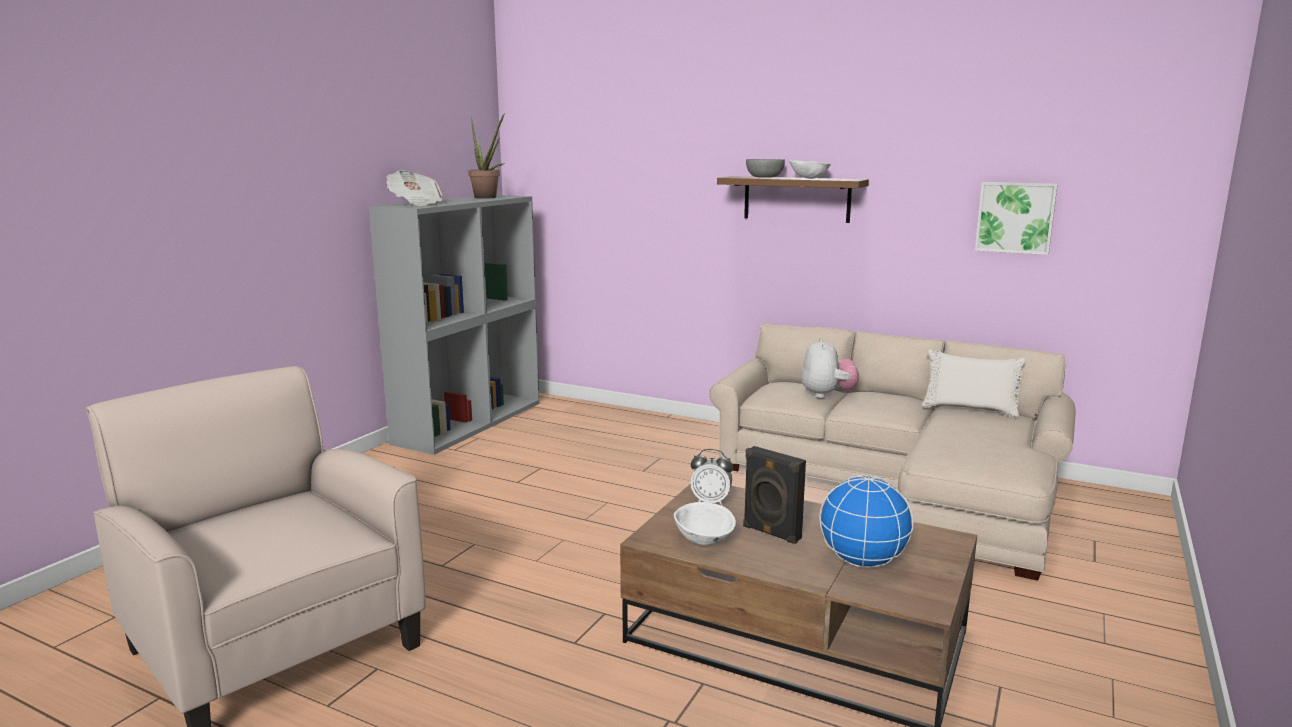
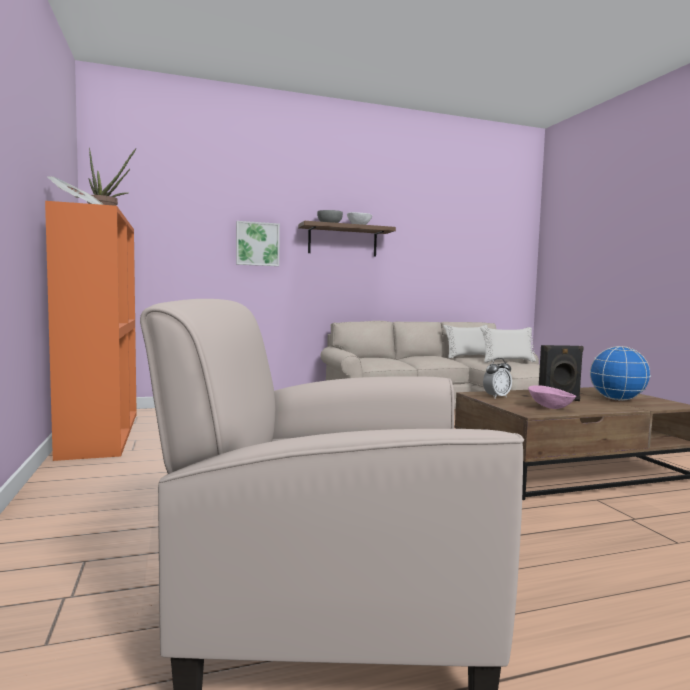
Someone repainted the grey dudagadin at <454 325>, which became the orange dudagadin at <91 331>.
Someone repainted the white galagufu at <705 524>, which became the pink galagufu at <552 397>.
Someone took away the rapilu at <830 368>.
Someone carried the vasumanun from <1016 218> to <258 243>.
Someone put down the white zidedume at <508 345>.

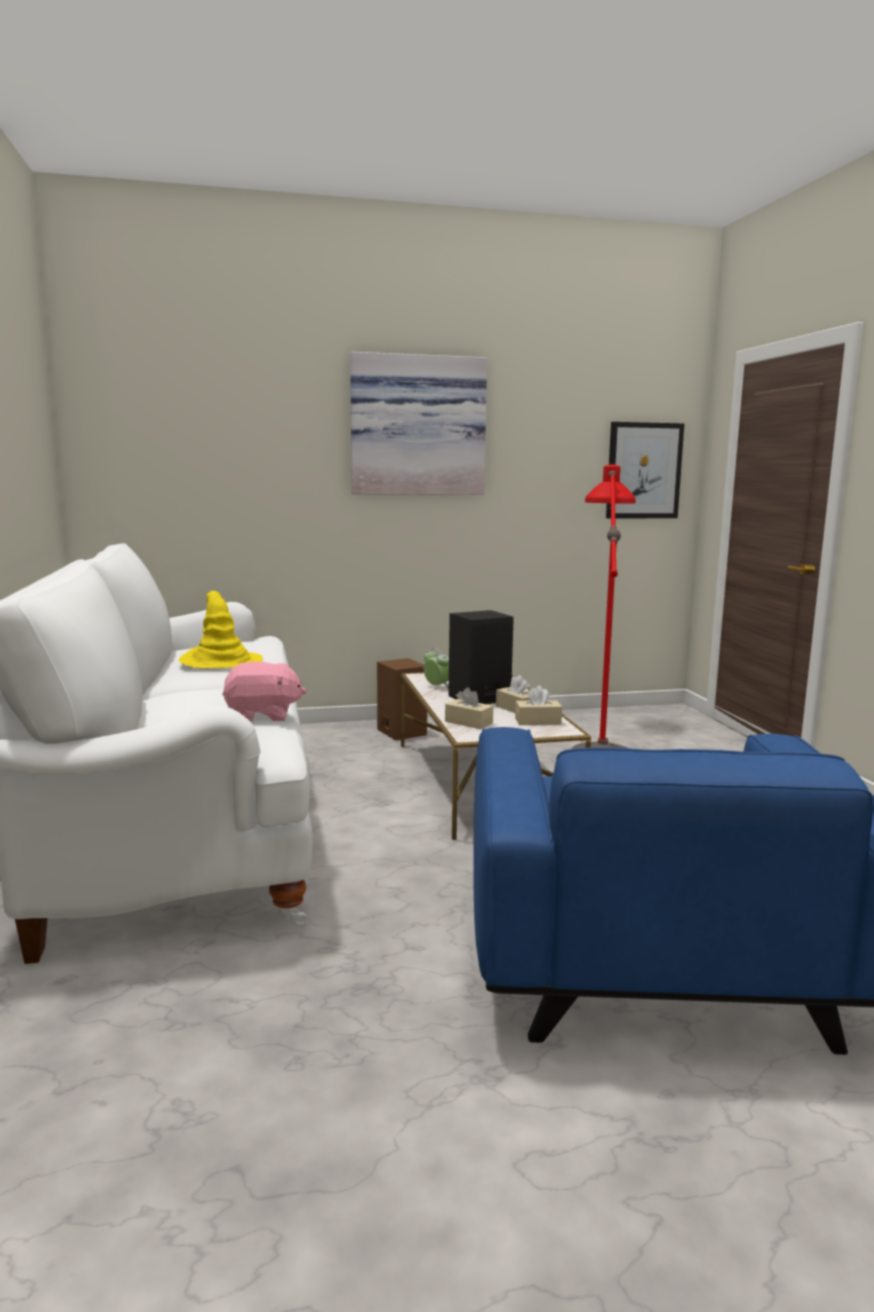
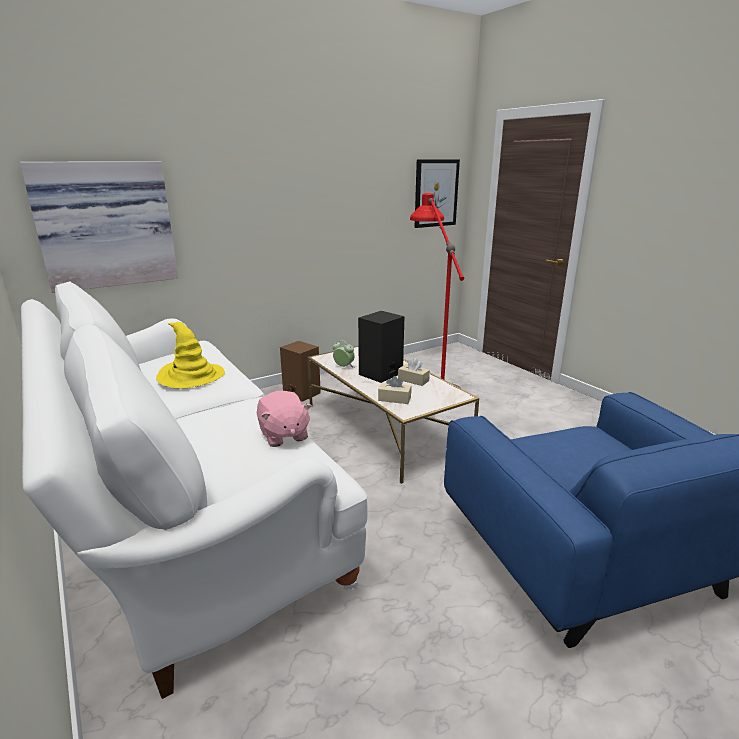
Someone rotated the pink rapilu at <264 691> by 90 degrees clockwise.
Someone carried the vasumanun from <418 423> to <99 227>.
Someone took away the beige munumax at <538 705>.

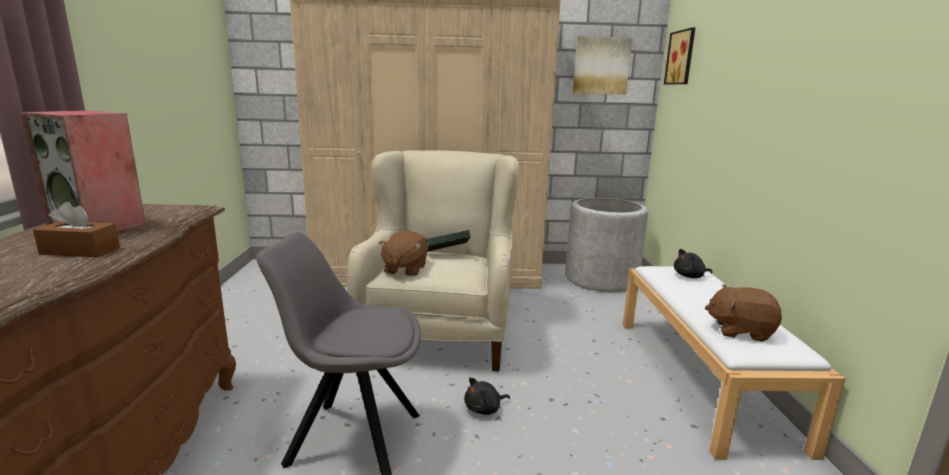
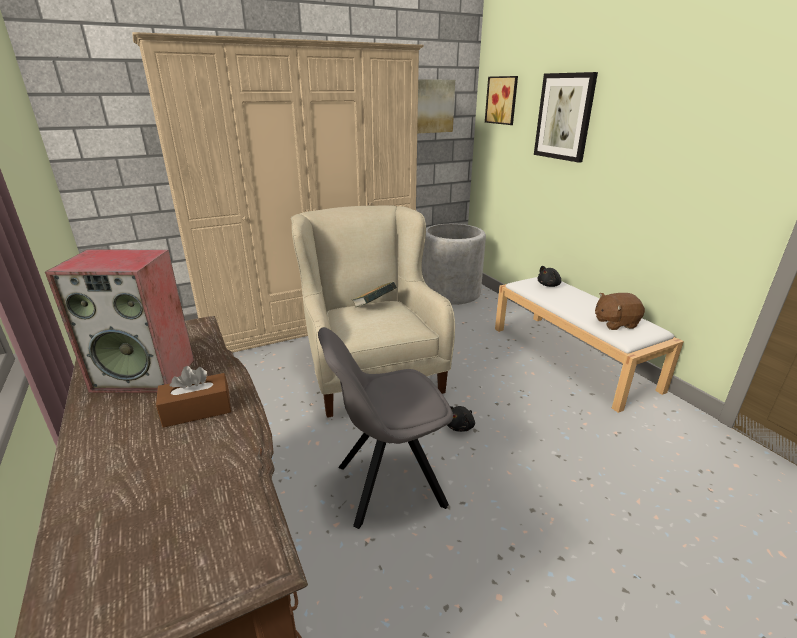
Someone took away the brown rapilu at <403 253>.
Someone put up the vasumanun at <566 117>.

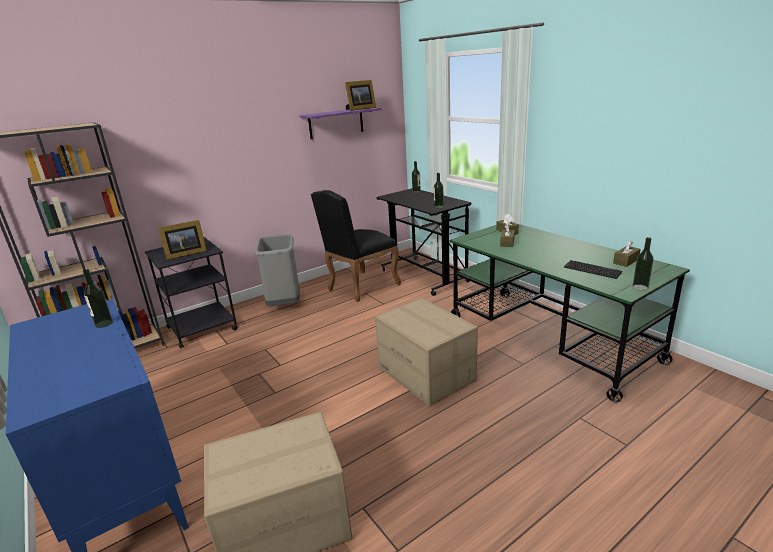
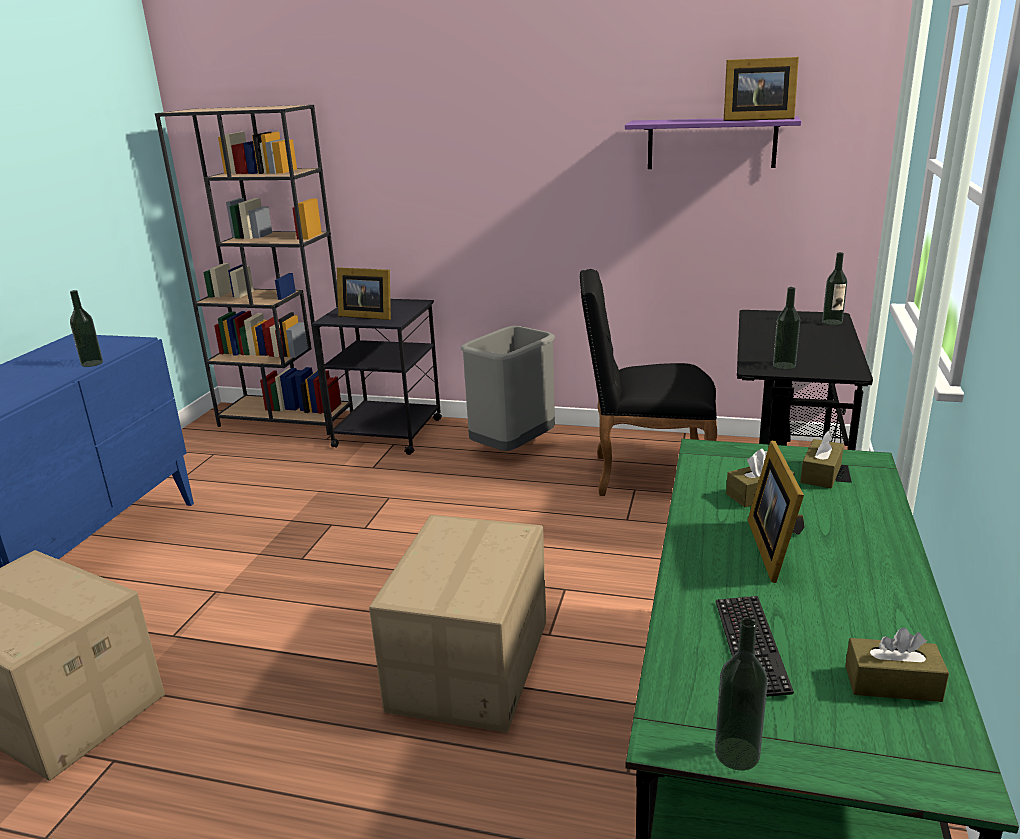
Someone put down the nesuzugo at <776 512>.

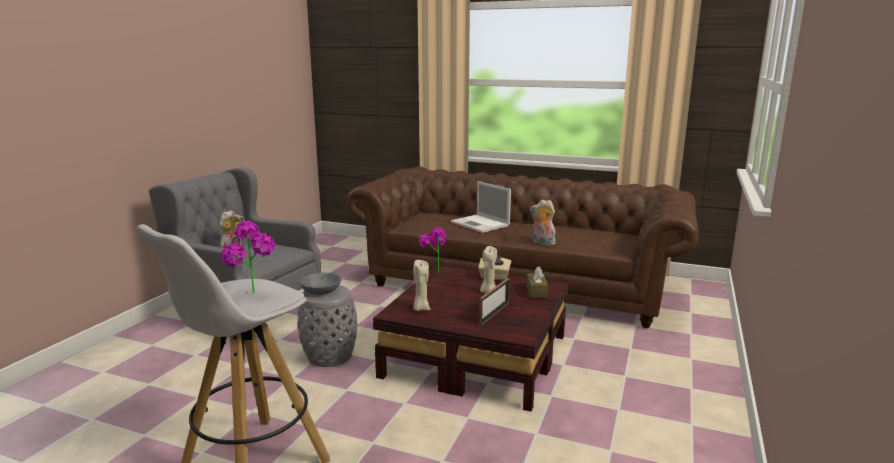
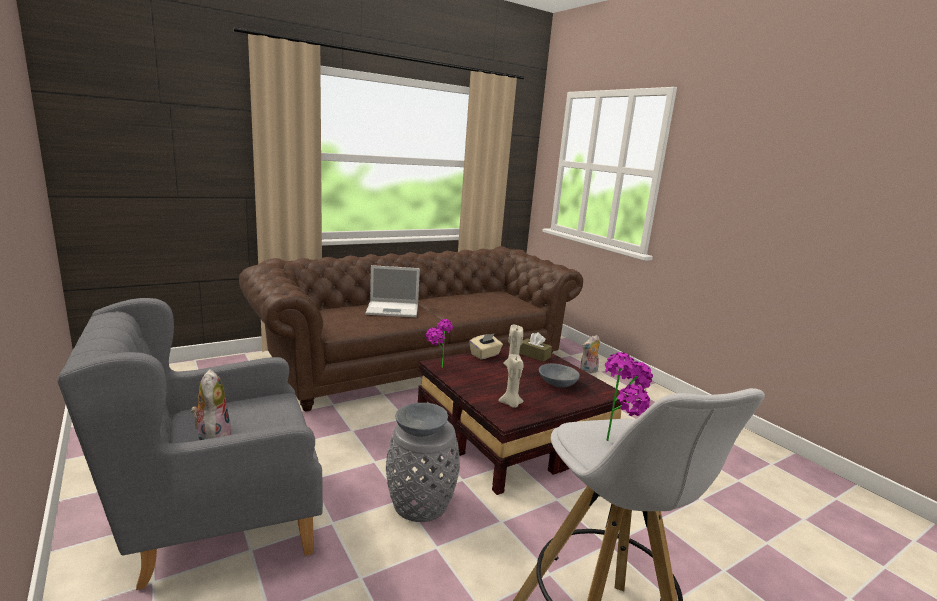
Someone swapped the nesuzugo at <494 301> for the grey galagufu at <559 375>.
Someone carried the rapilu from <543 222> to <590 354>.

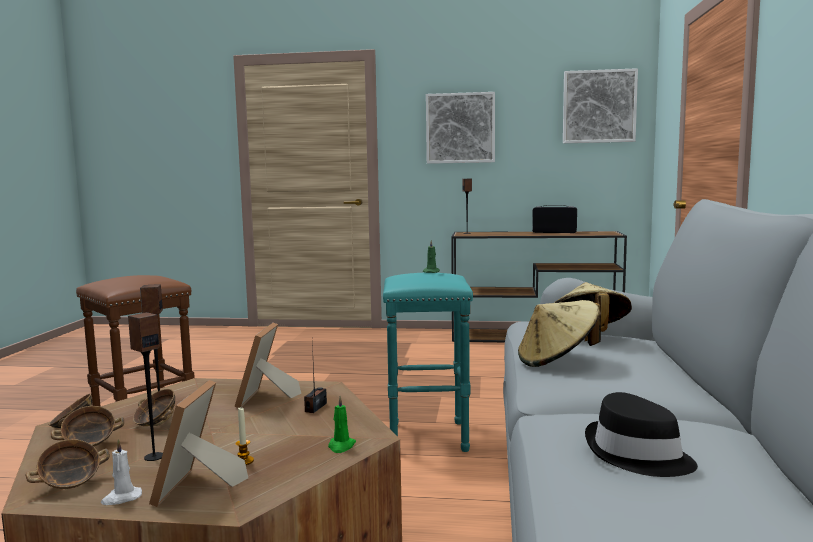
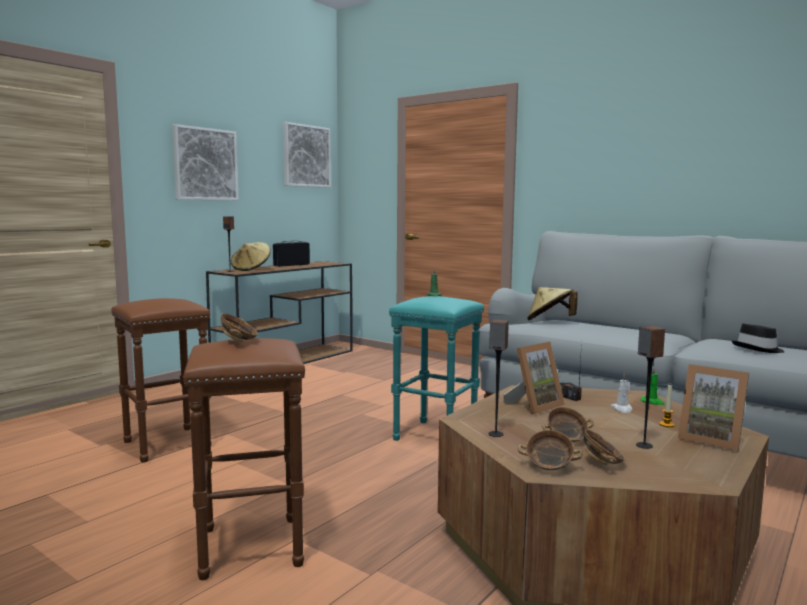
Someone carried the galagufu from <67 464> to <239 327>.
Someone carried the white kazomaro from <121 472> to <621 393>.
Someone rotated the nesuzugo at <267 365> by 75 degrees counterclockwise.
Someone carried the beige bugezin from <559 333> to <251 256>.
Someone put down the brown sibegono at <161 380>.

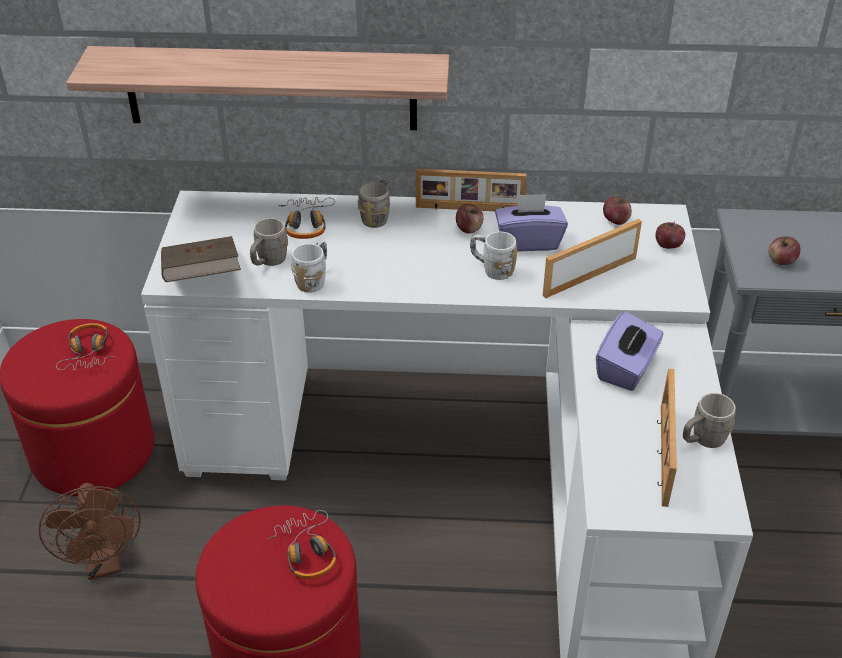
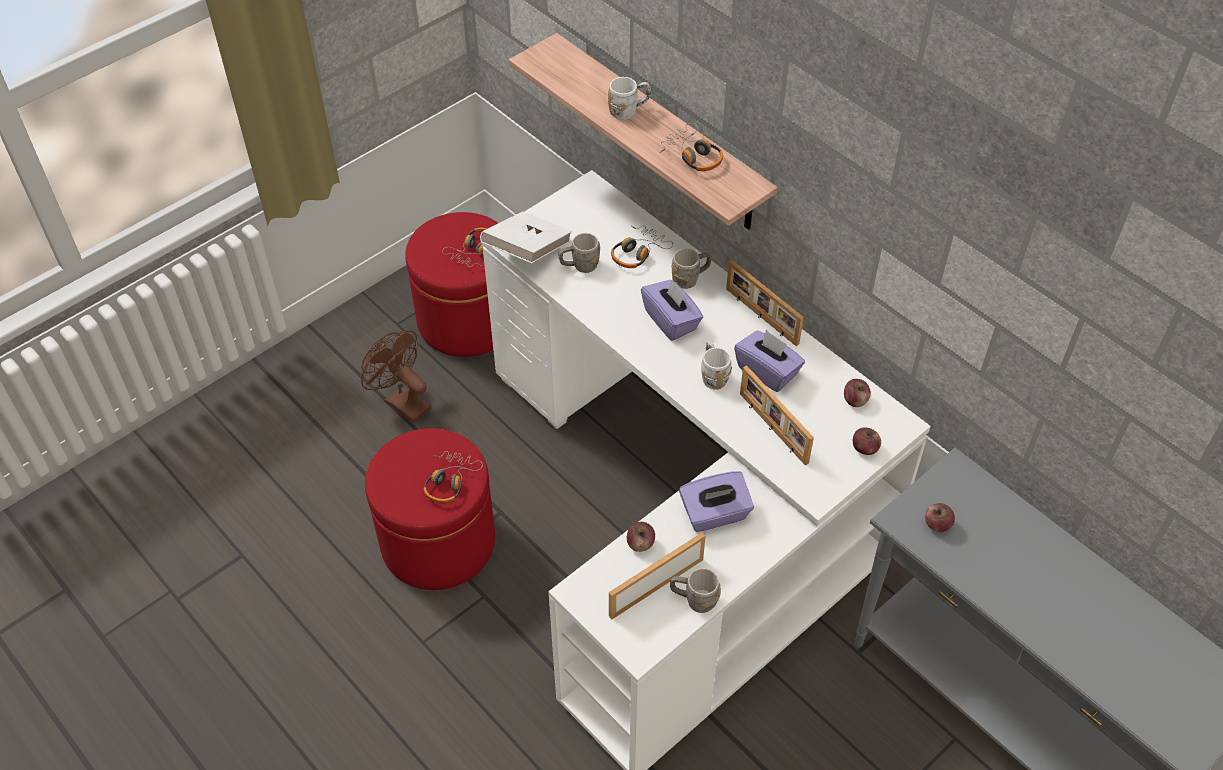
Someone rotated the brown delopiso at <90 531> by 105 degrees clockwise.
Someone repainted the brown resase at <201 259>, which became the white resase at <526 237>.
Someone carried the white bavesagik from <309 267> to <629 98>.
Someone carried the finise from <470 219> to <641 537>.
Someone rotated the nesuzugo at <592 258> by 135 degrees counterclockwise.
Someone put down the purple munumax at <672 310>.
Someone put down the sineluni at <691 147>.

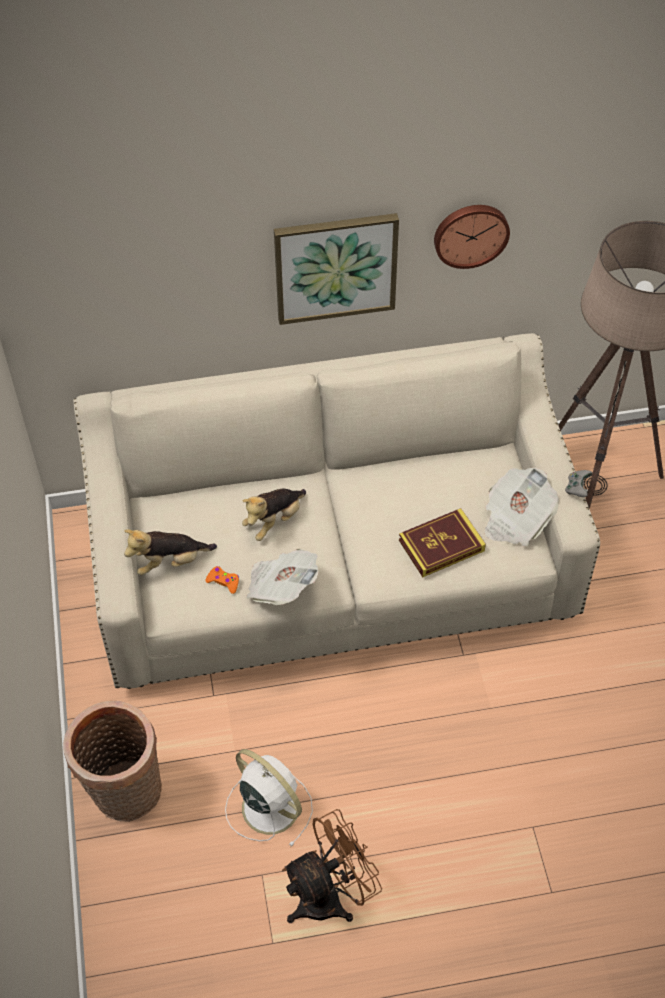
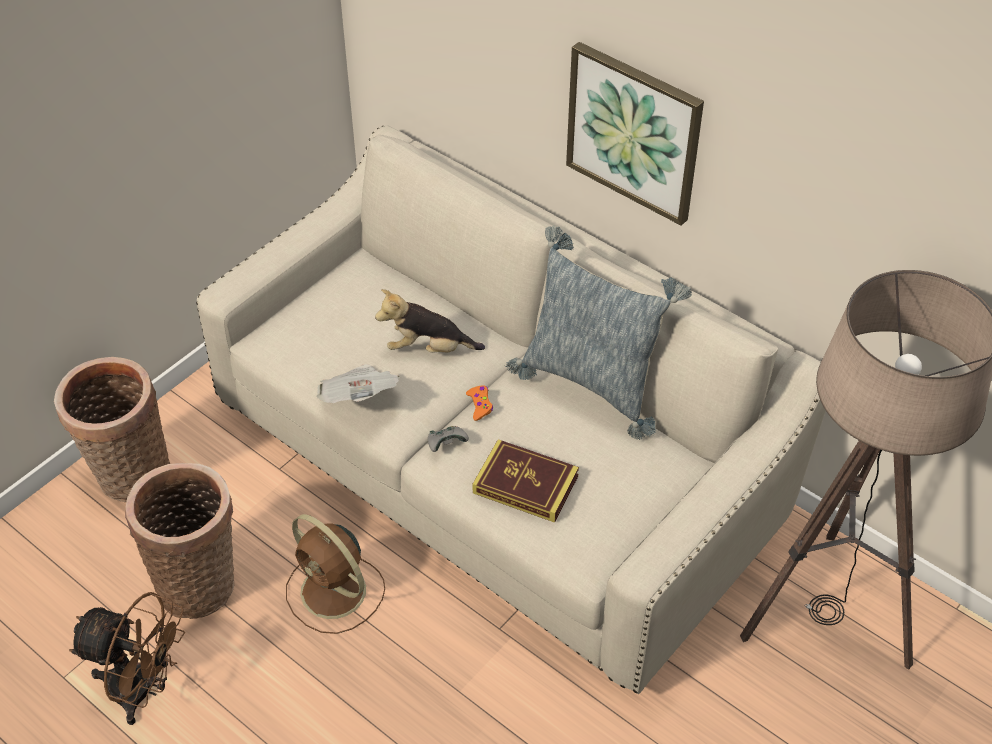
Someone took away the rapilu at <170 552>.
Someone carried the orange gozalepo from <222 580> to <479 403>.
Someone swapped the white delopiso at <269 798> for the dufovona at <179 541>.
Someone took away the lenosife at <472 237>.
Someone took away the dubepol at <521 507>.
Someone carried the grey gozalepo from <579 483> to <448 439>.
Someone put down the brown delopiso at <335 574>.
Someone put down the zidedume at <599 333>.

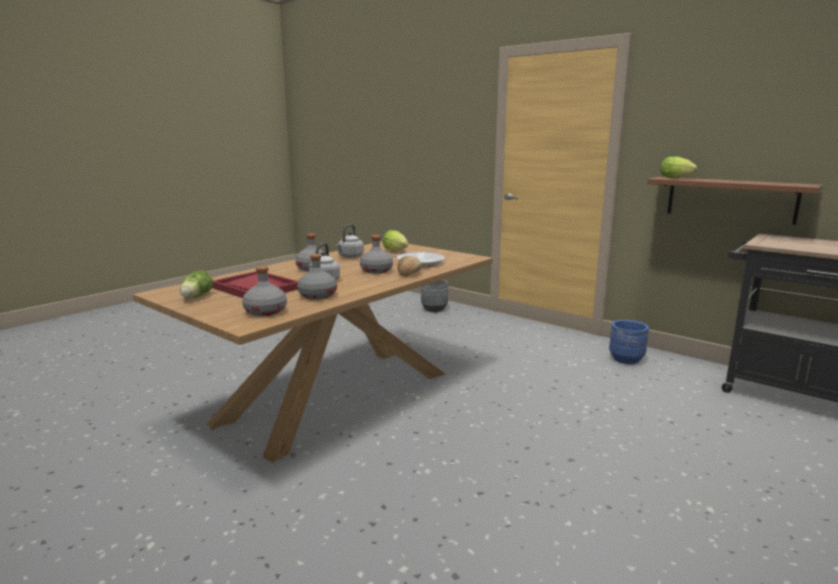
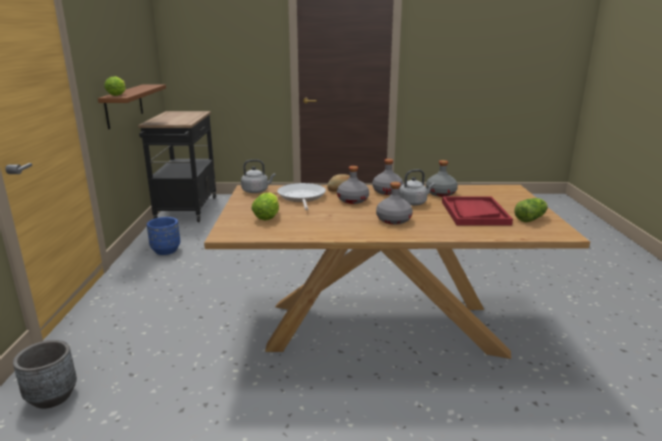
Someone carried the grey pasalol from <264 291> to <387 177>.
Someone carried the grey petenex from <350 241> to <258 176>.

